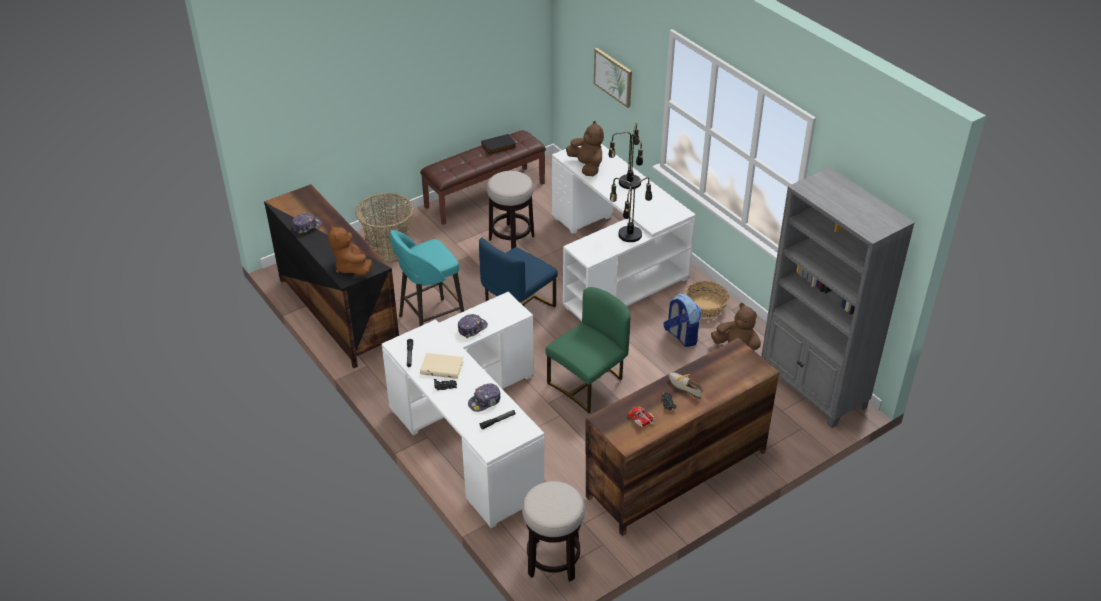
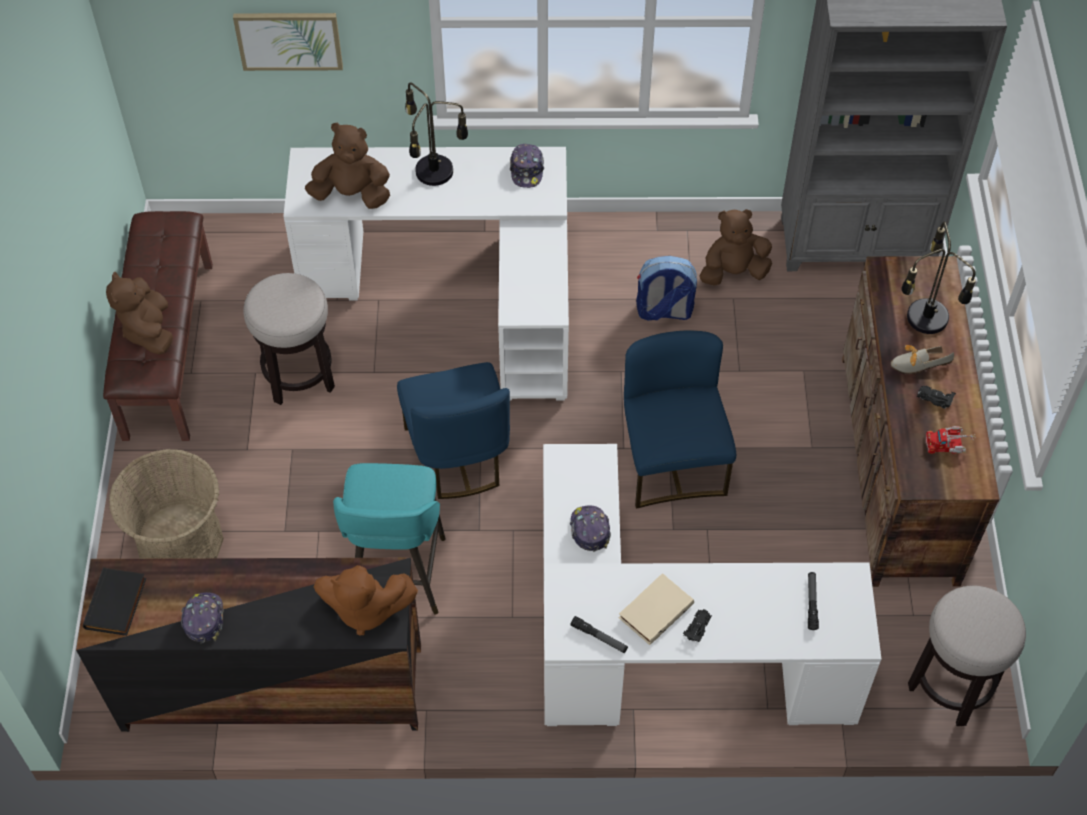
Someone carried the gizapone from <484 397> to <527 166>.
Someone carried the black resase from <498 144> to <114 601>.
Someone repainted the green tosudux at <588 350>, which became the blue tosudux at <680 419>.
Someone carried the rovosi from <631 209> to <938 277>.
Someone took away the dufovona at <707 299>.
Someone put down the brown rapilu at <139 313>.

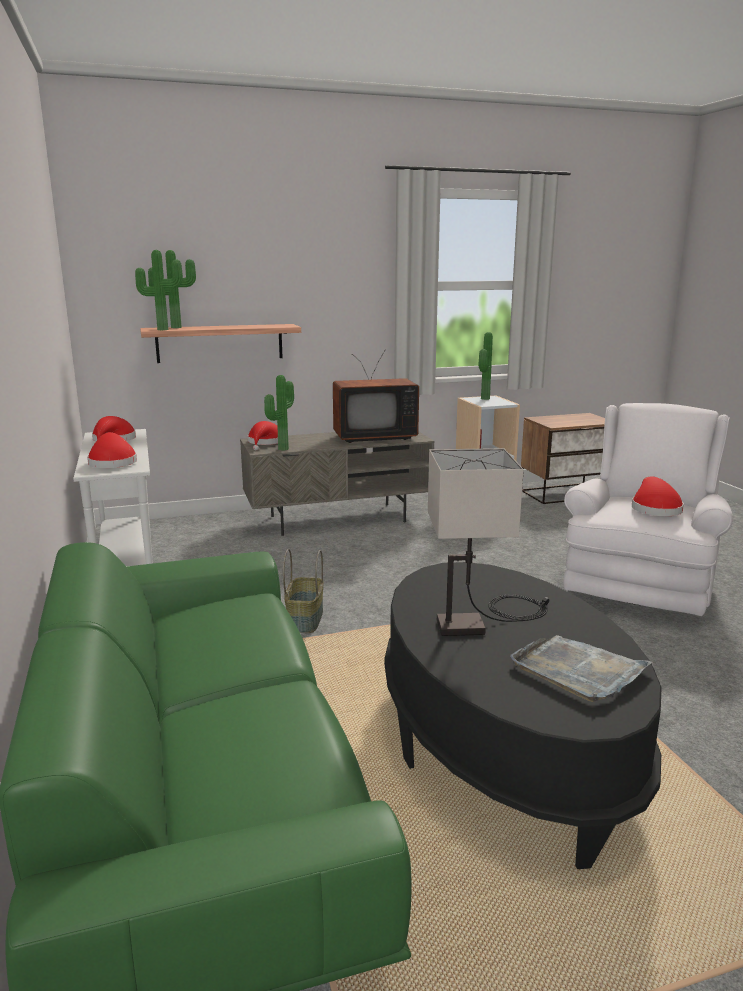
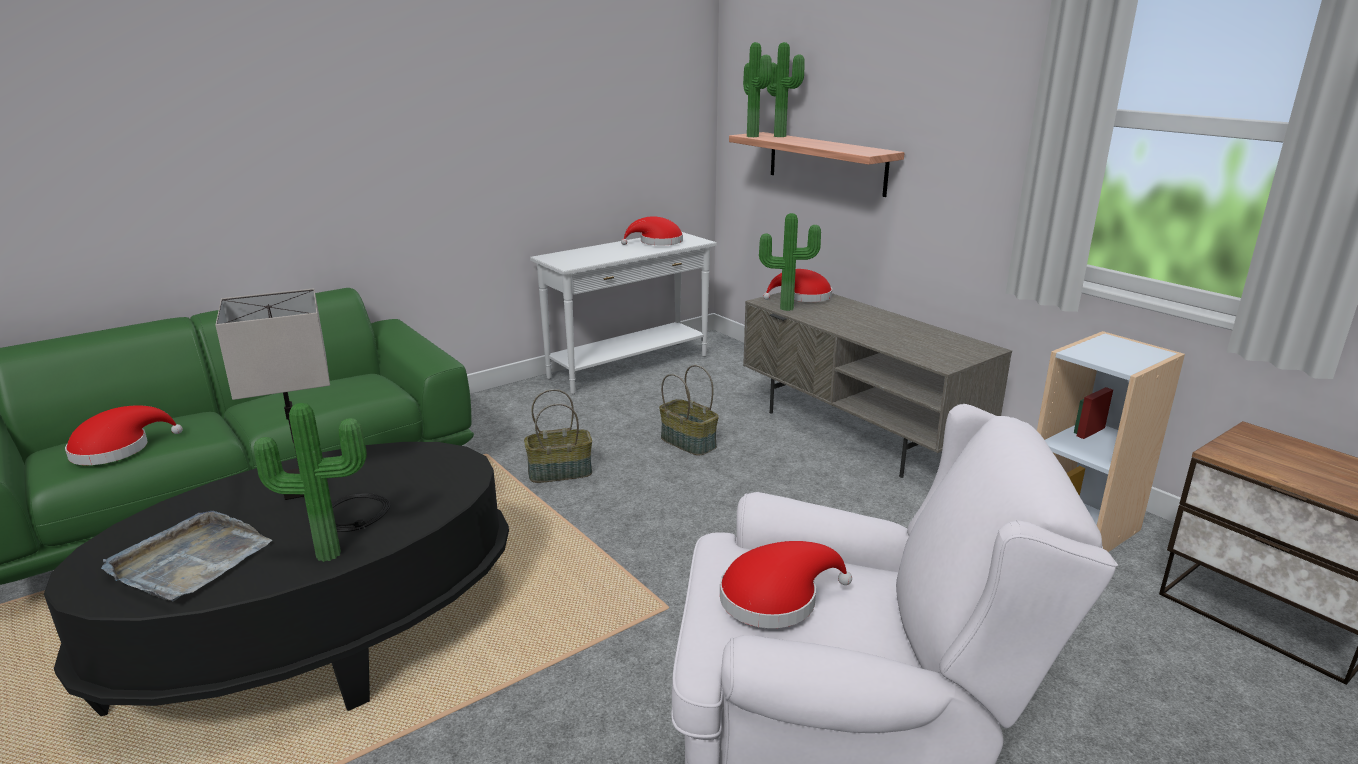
Someone carried the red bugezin from <112 450> to <124 435>.
Someone took away the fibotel at <376 397>.
Someone carried the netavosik from <486 366> to <310 482>.
Someone put down the dufovona at <689 410>.

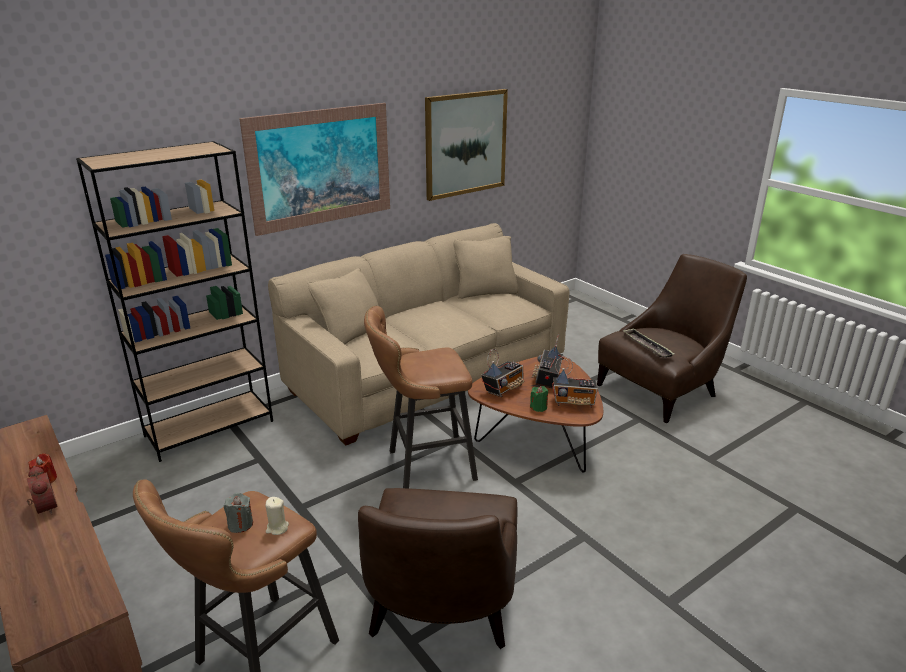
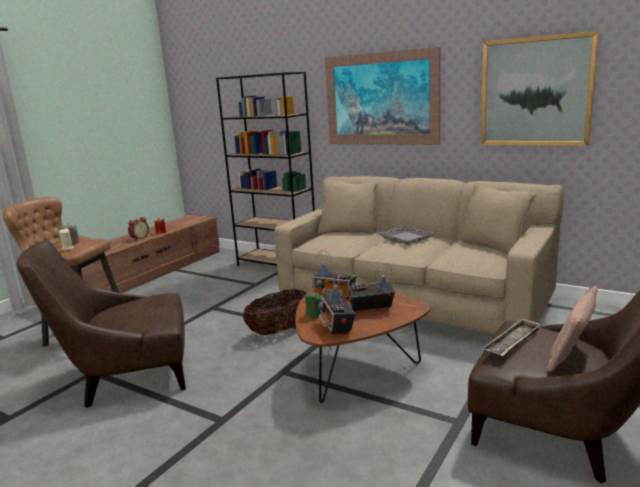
Someone swapped the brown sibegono at <421 397> for the dufovona at <275 312>.
Someone put down the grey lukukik at <406 235>.
Someone put down the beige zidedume at <572 329>.

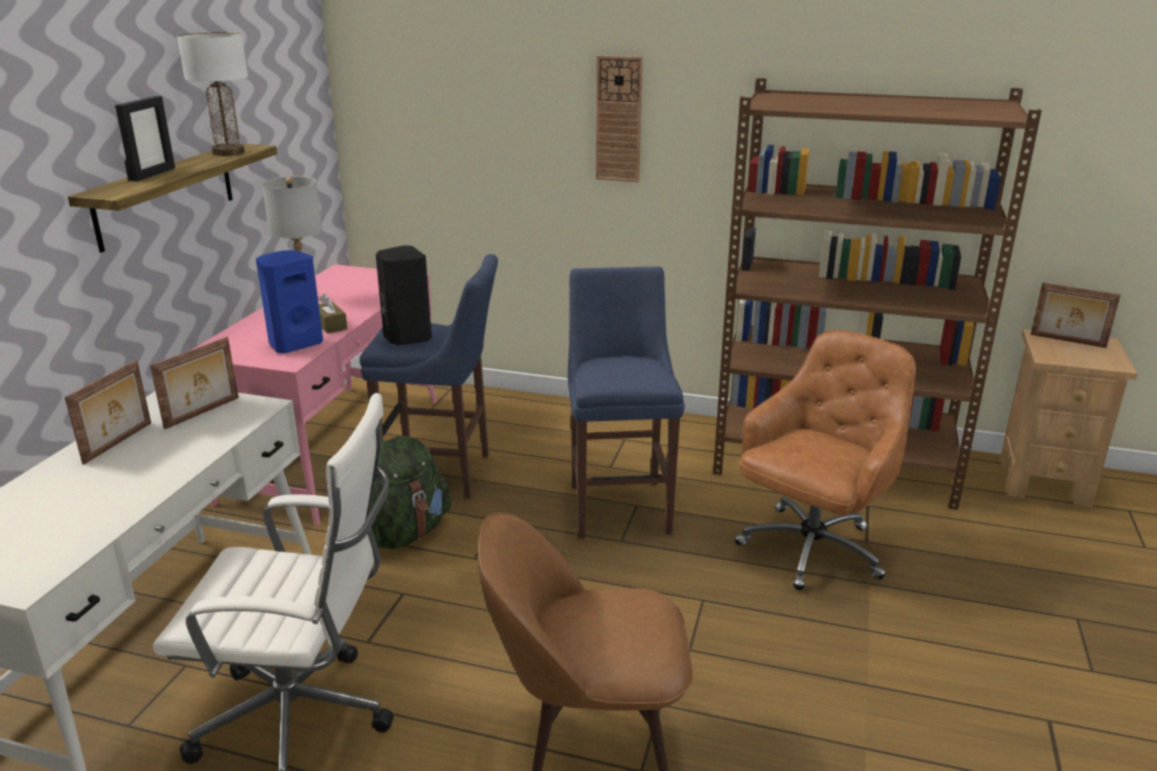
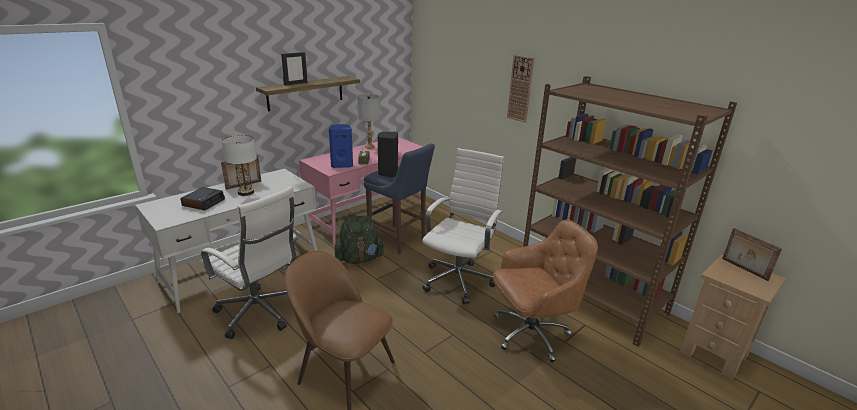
Someone took away the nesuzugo at <194 383>.
Someone carried the rovosi from <212 94> to <239 165>.
Someone swapped the blue sibegono at <626 402> for the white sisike at <463 226>.
Someone put down the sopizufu at <202 198>.

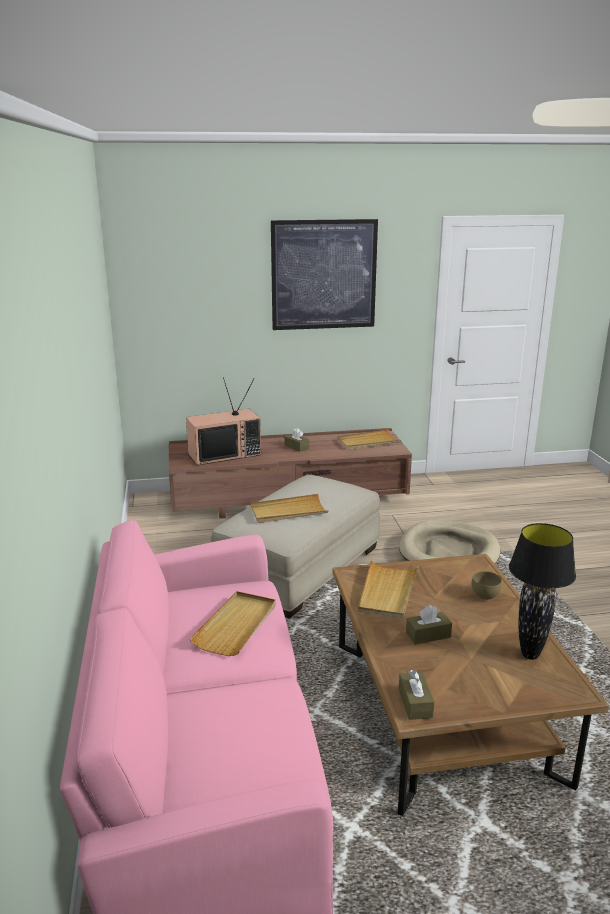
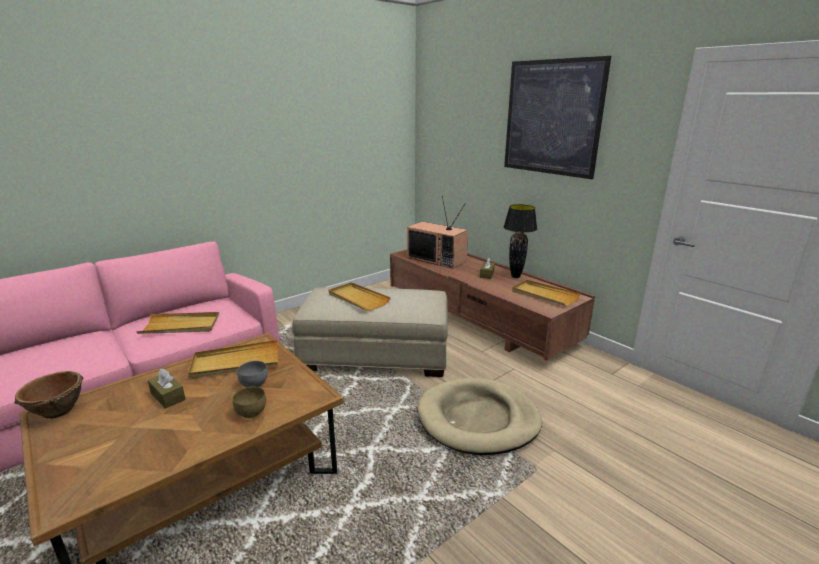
Someone swapped the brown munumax at <416 695> for the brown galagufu at <48 395>.
Someone carried the black rovosi from <542 591> to <520 241>.
Someone put down the grey galagufu at <252 374>.

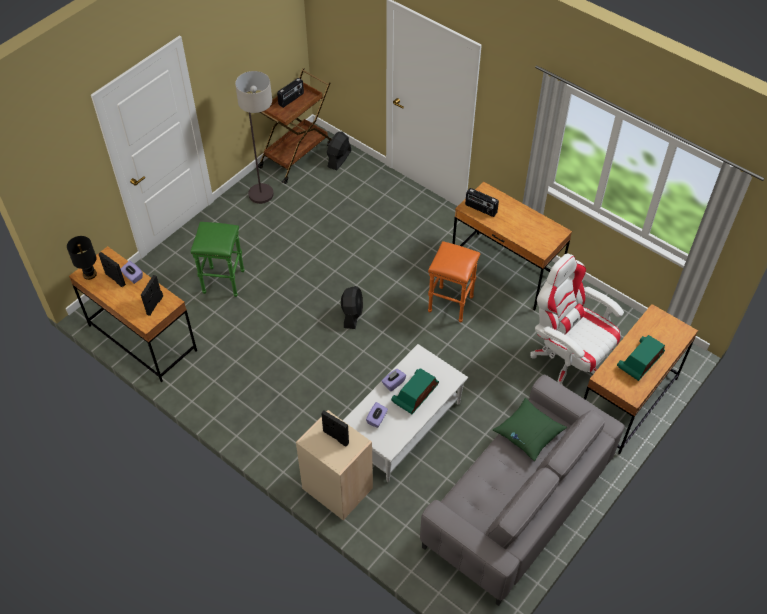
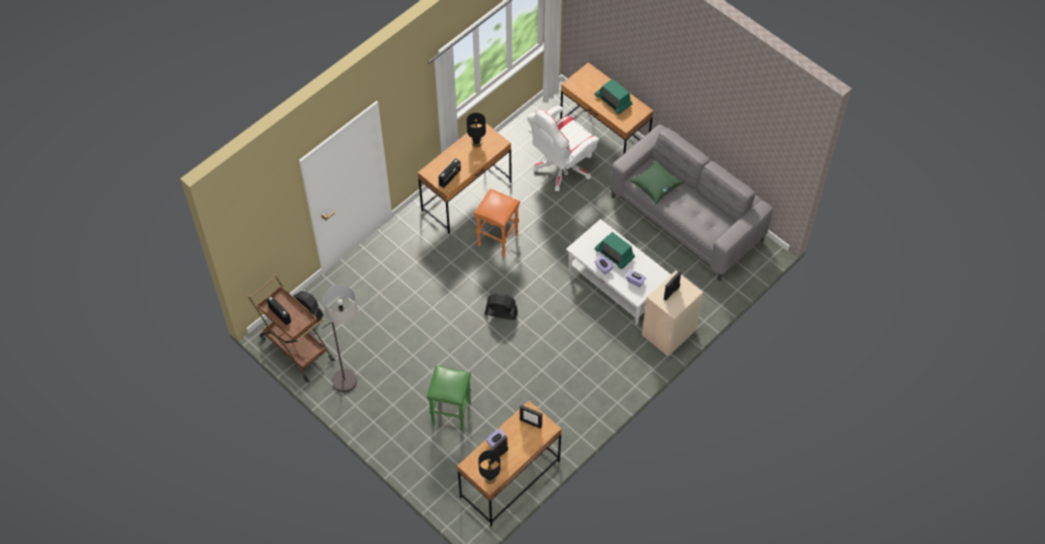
Someone put down the black rovosi at <476 130>.

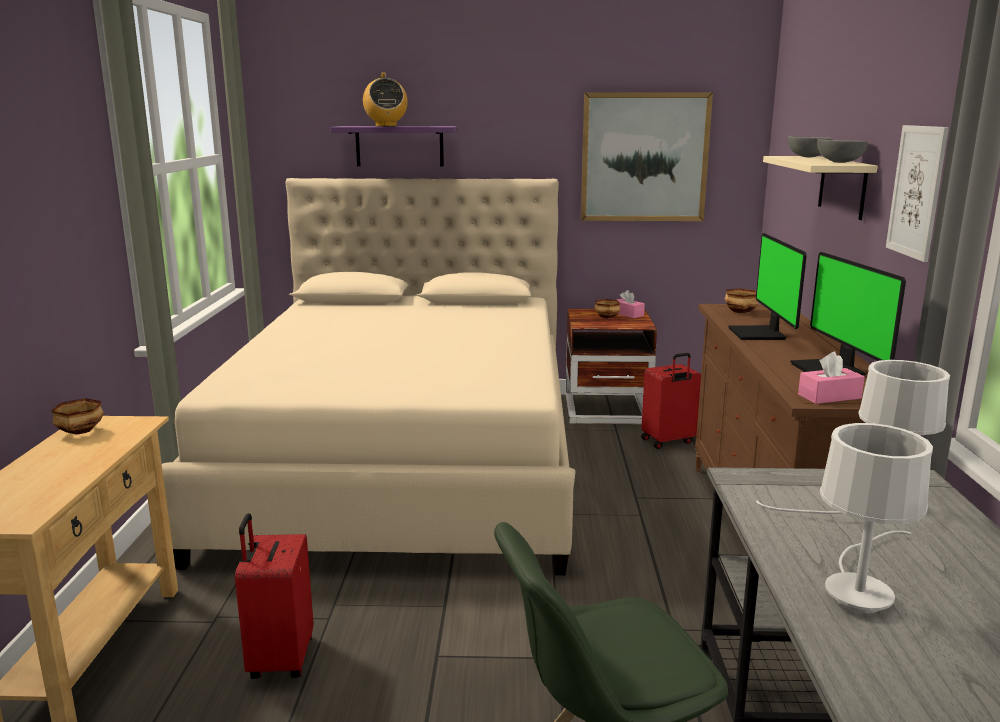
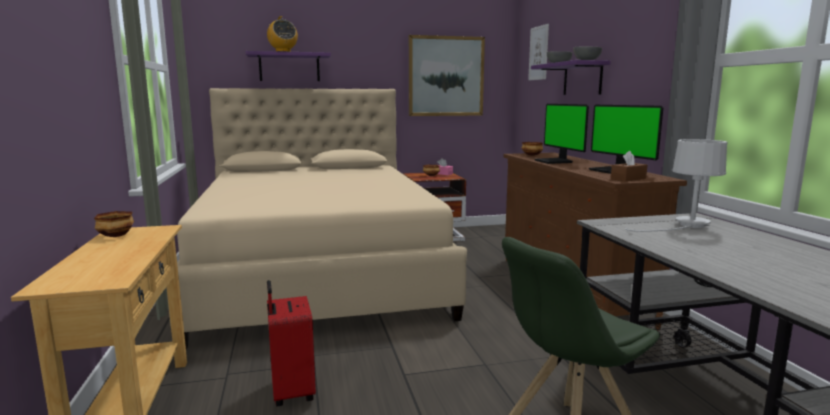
Someone took away the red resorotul at <671 401>.
Someone repainted the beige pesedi at <820 188>, which became the purple pesedi at <571 77>.
Someone repainted the pink munumax at <831 378>, which became the brown munumax at <629 166>.
Someone took away the white rovosi at <876 518>.
Someone carried the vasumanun from <917 193> to <538 52>.

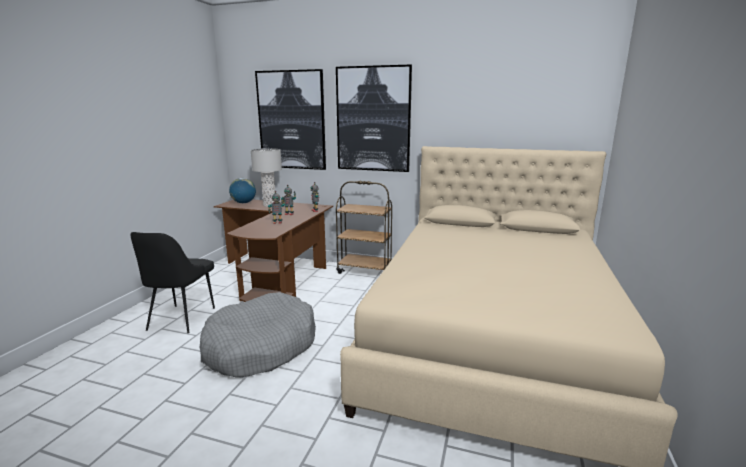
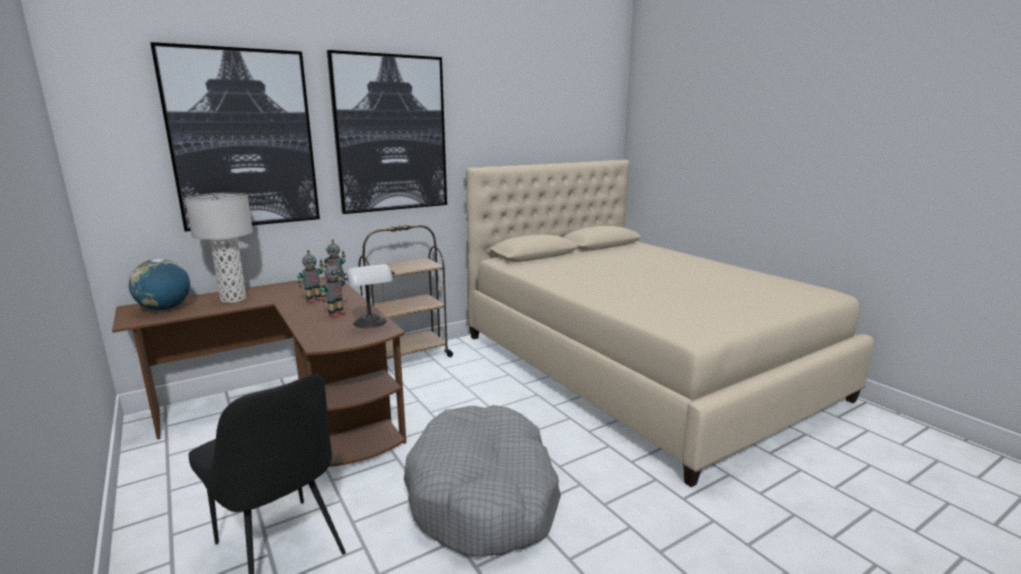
Someone put down the rovosi at <368 296>.

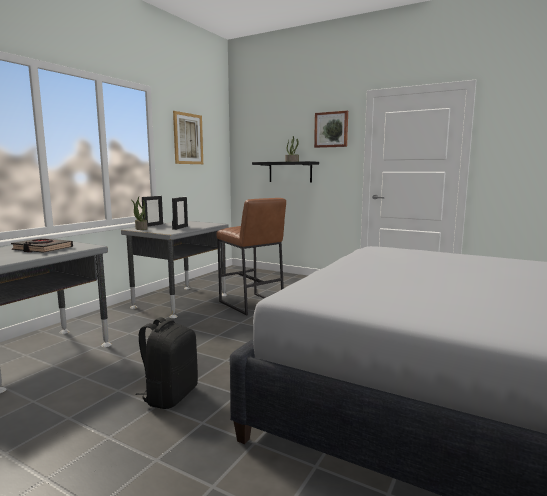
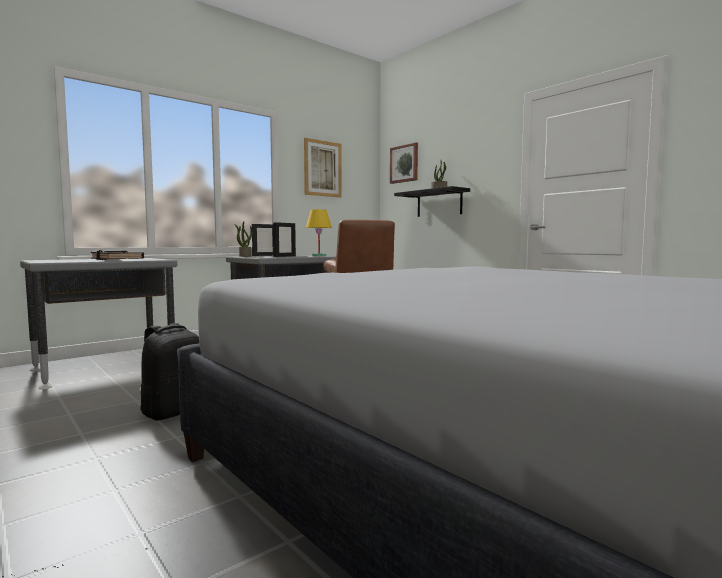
Someone carried the vasumanun from <331 129> to <404 163>.
Someone put down the yellow rovosi at <319 232>.

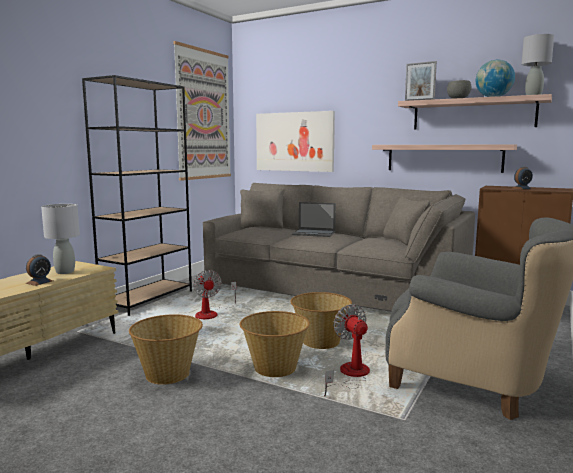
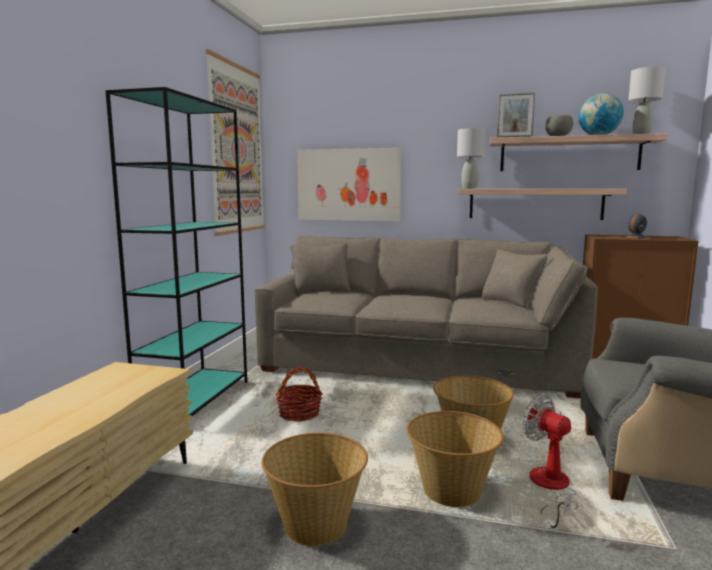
Someone took away the sopizufu at <39 270>.
Someone carried the grey rovosi from <60 239> to <471 158>.
Someone repainted the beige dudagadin at <137 195>, which became the turquoise dudagadin at <176 251>.
Someone swapped the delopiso at <214 294> for the dufovona at <299 394>.
Someone took away the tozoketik at <314 219>.

